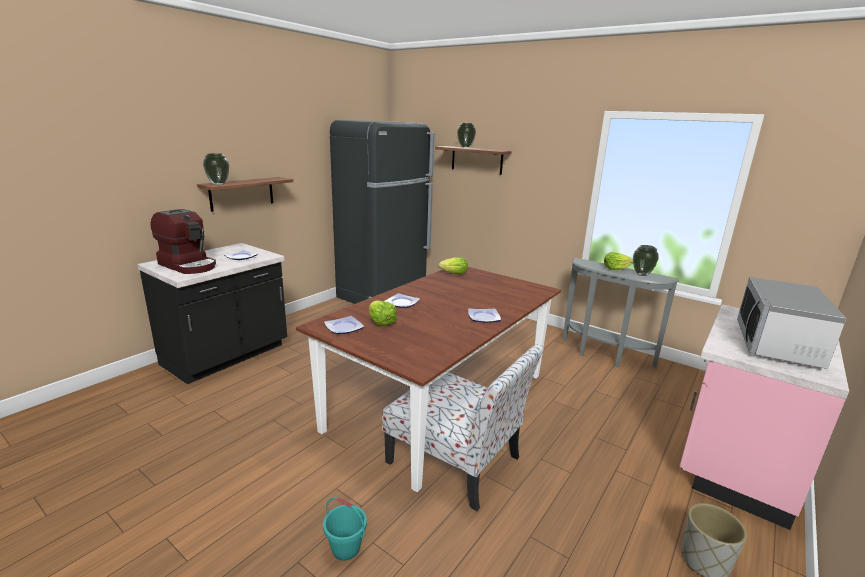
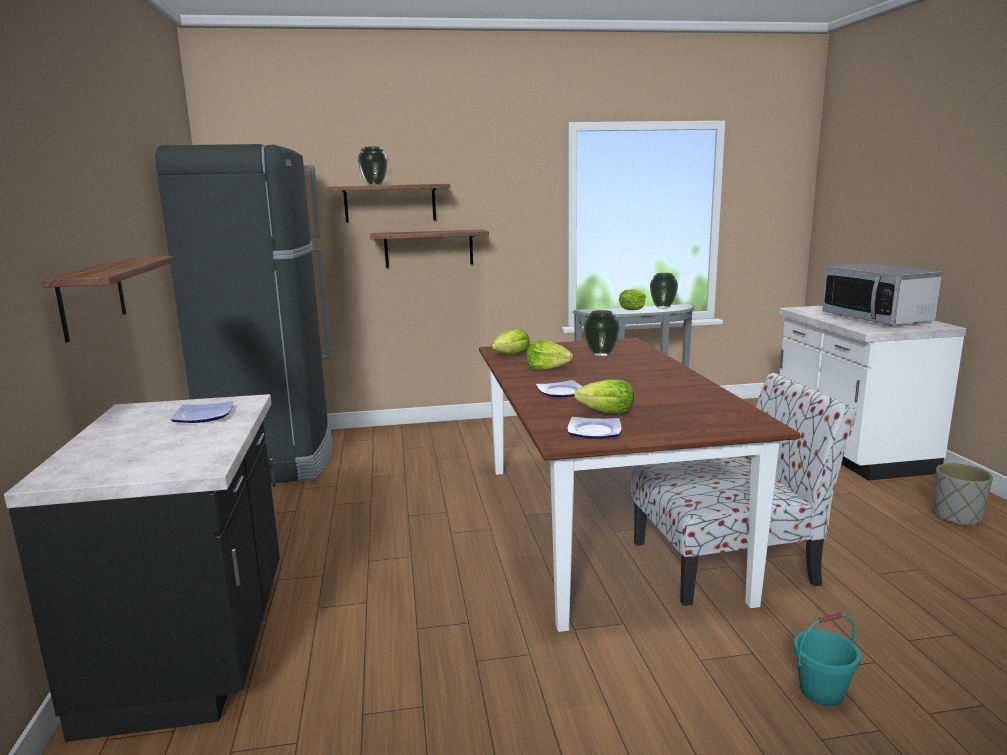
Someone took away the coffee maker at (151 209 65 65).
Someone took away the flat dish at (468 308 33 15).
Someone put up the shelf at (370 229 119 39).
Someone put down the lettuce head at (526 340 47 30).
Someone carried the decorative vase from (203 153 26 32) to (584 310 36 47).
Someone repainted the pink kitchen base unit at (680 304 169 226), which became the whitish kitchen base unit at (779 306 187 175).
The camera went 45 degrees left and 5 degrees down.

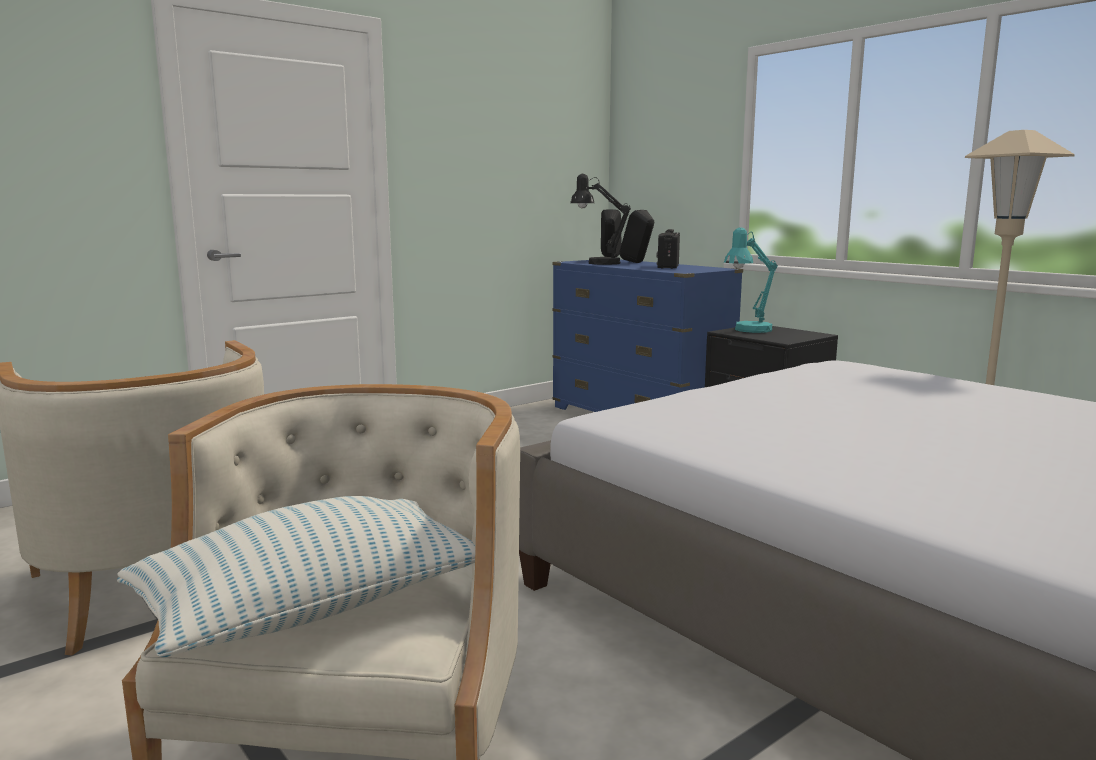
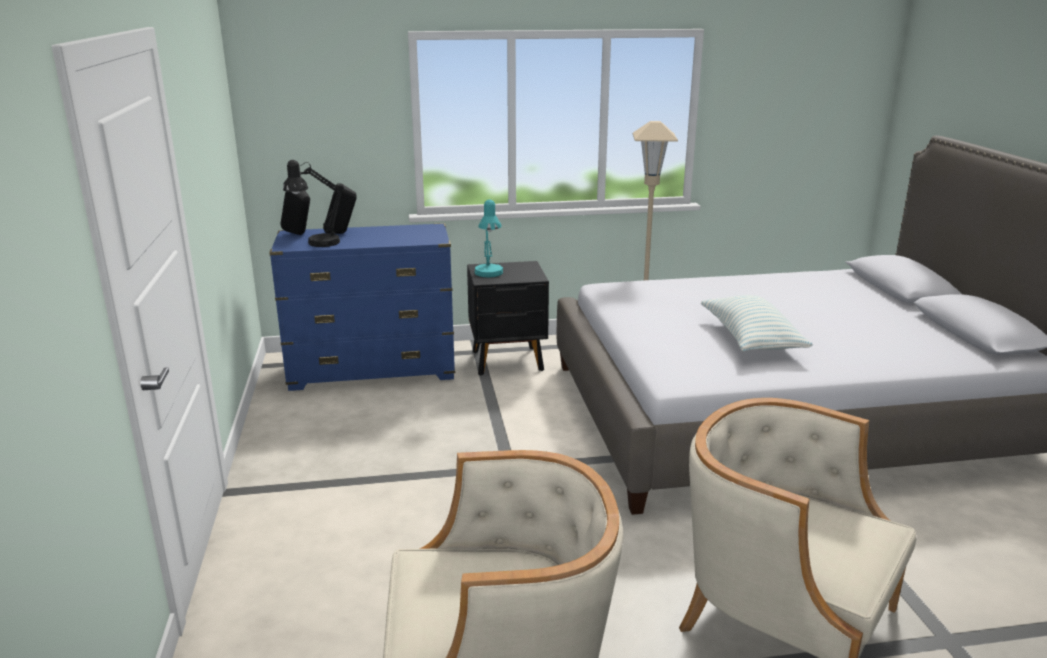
Someone took away the radio at (657 229 23 40).
Someone carried the throw pillow from (117 496 358 161) to (701 295 112 57).
The camera went 60 degrees left and 10 degrees up.

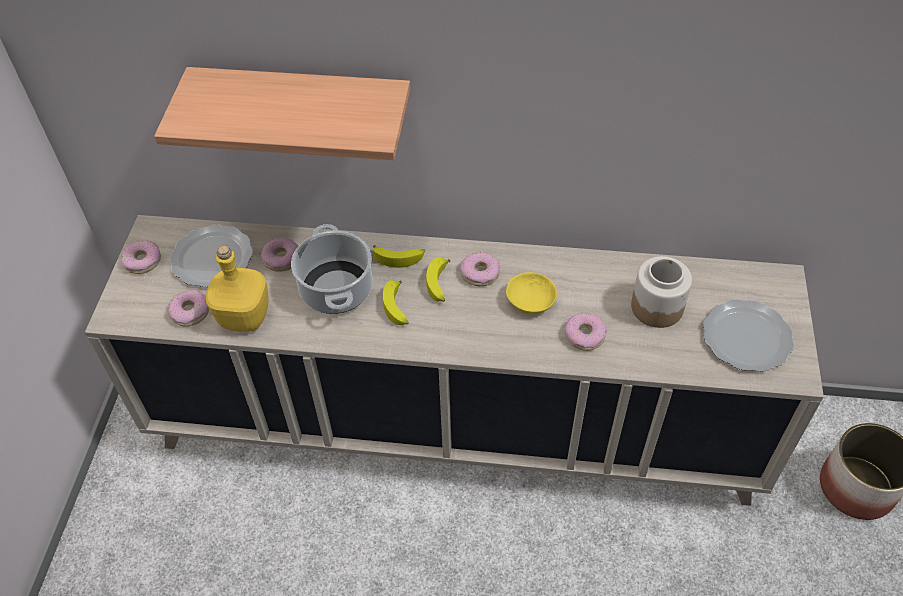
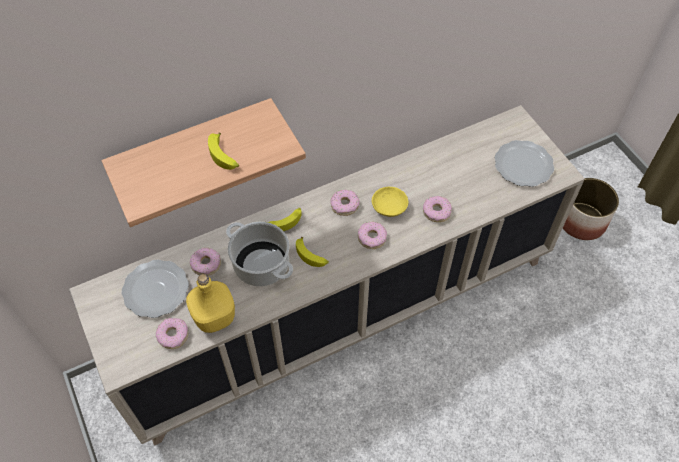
Someone took away the preserve jar at (631 256 61 72).
Someone carried the donut from (121 240 40 34) to (358 221 29 28).
Someone carried the whole banana from (426 257 24 45) to (208 132 31 38).
The camera went 35 degrees left and 5 degrees up.

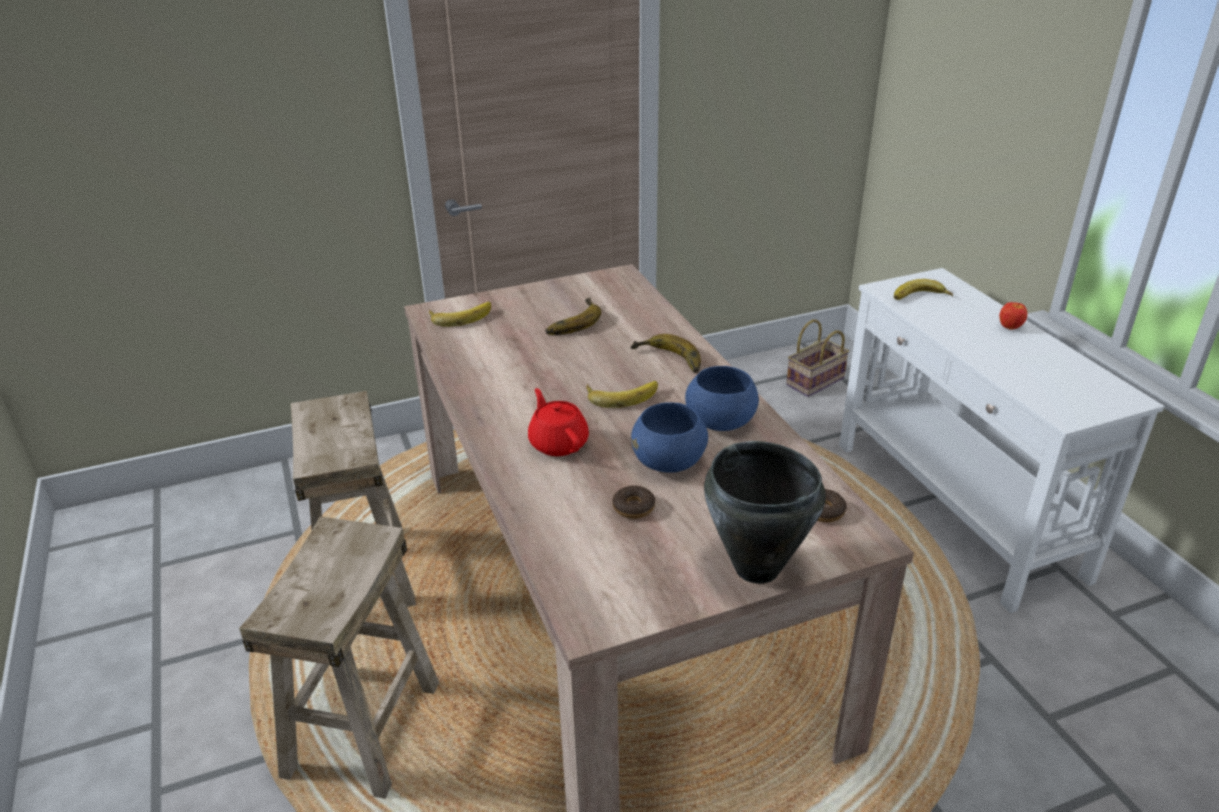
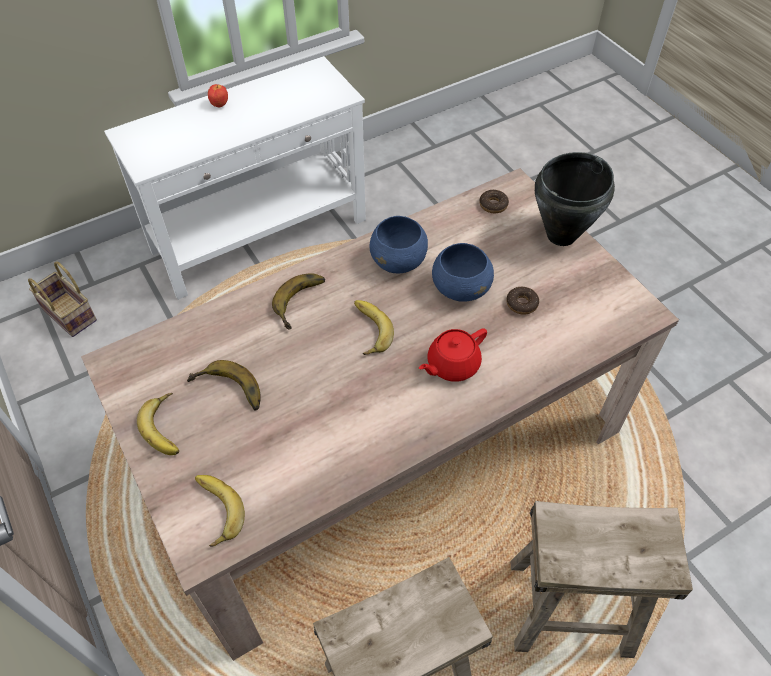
Someone carried the whole banana from (894 279 59 21) to (137 393 42 62).
The camera went 100 degrees left and 20 degrees up.

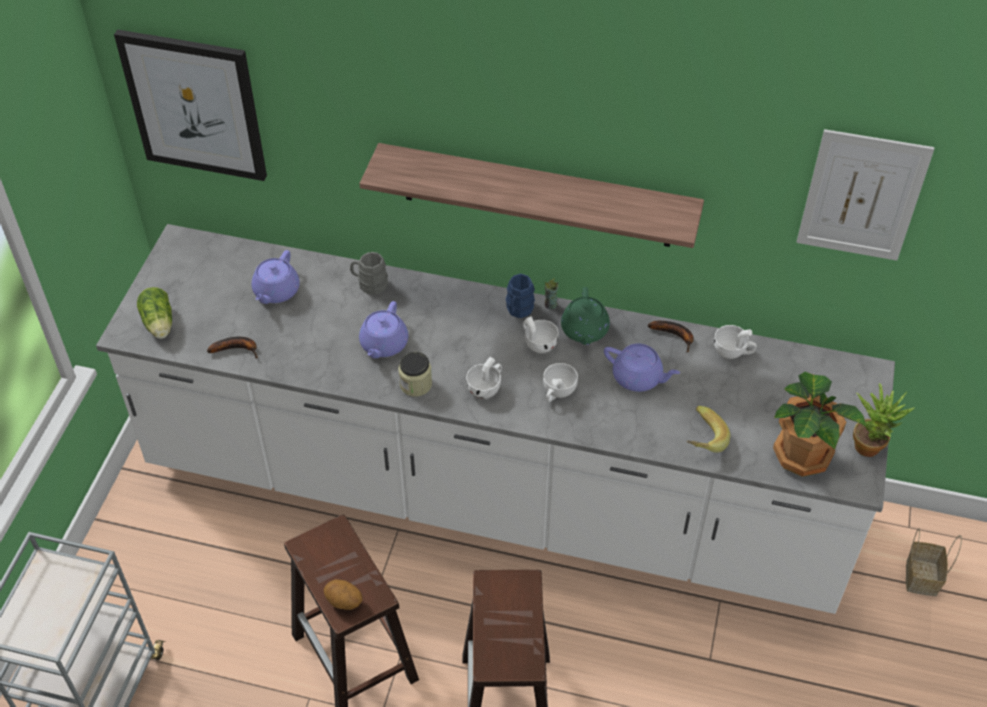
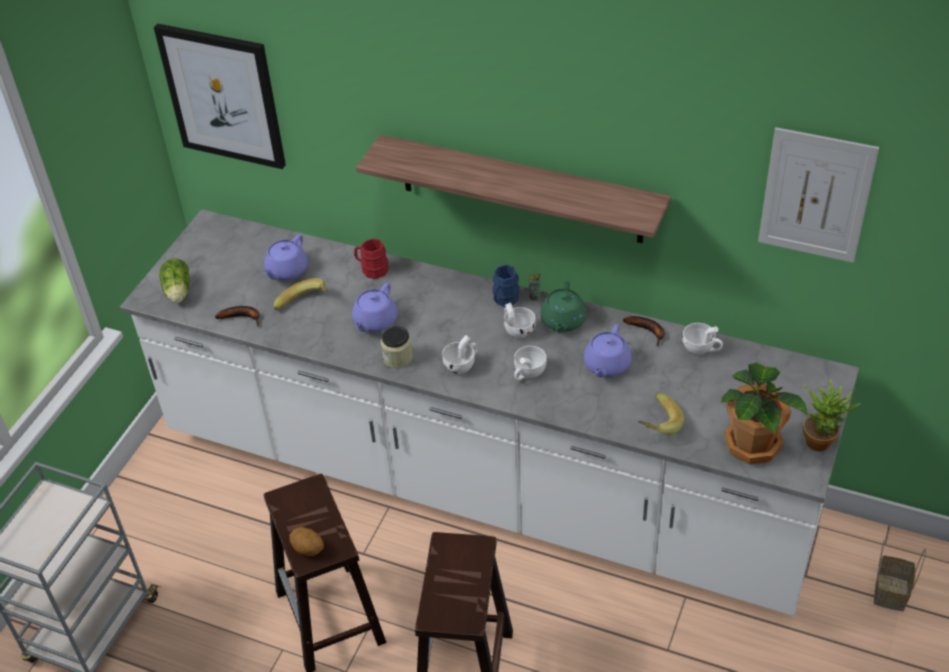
Someone put down the whole banana at (274 278 54 33).
Someone repainted the greyish coffee mug at (350 252 38 43), which became the red coffee mug at (354 238 35 41).
Someone rotated the purple-coloured pot for tea at (604 343 76 49) by 75 degrees clockwise.
The camera went 10 degrees right and 5 degrees down.

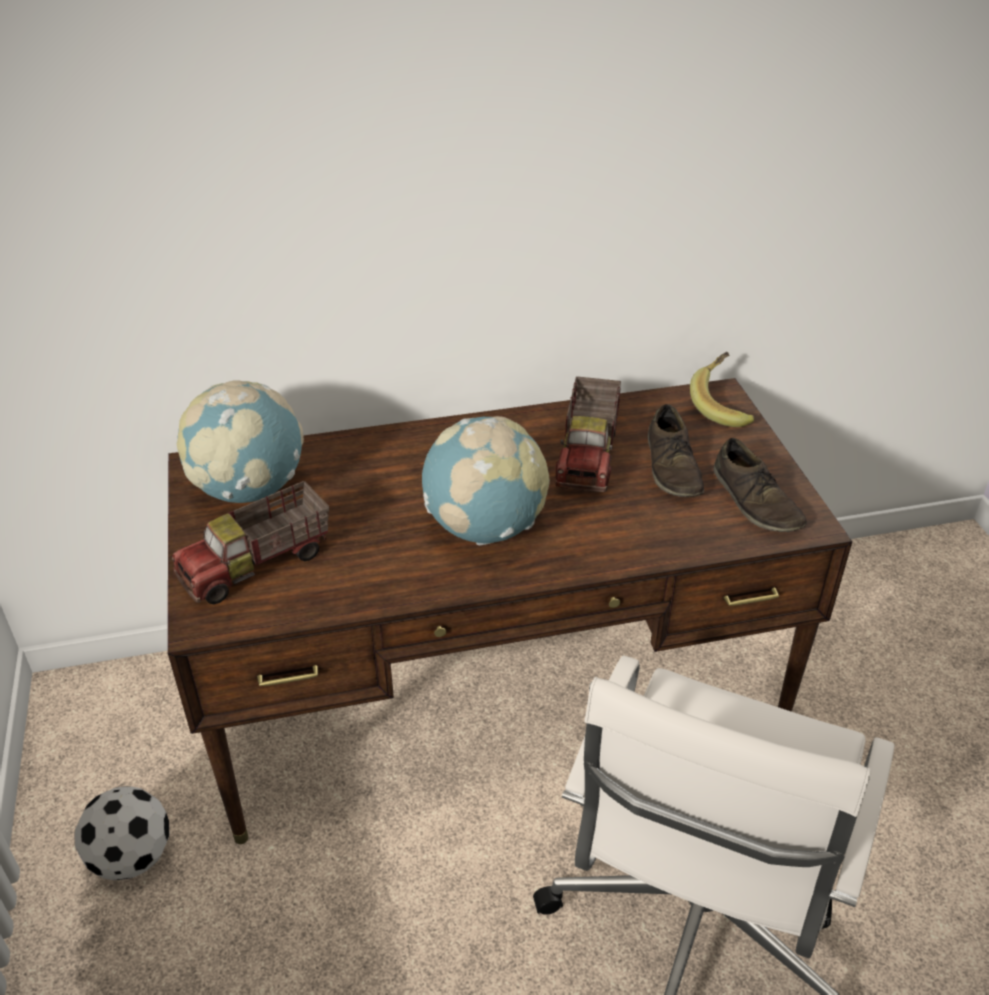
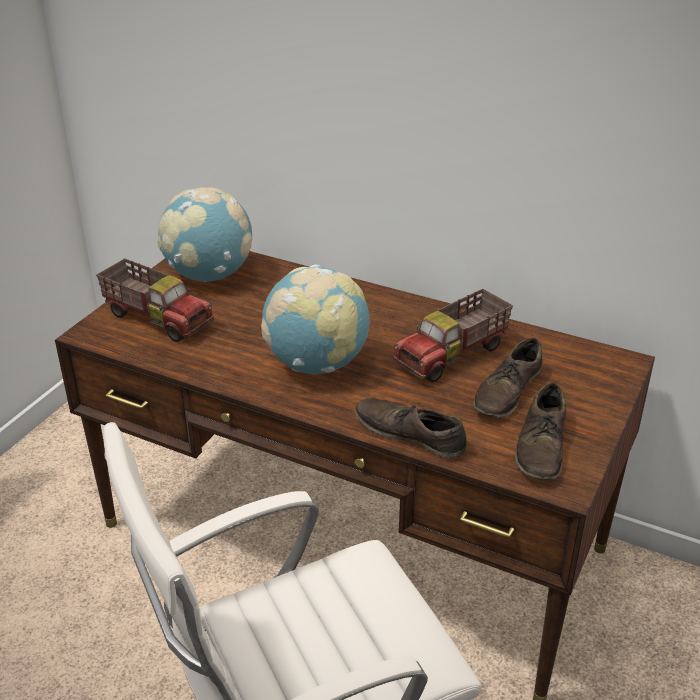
Someone took away the football ball at (75 786 95 94).
Someone took away the whole banana at (690 352 65 75).
Someone put down the brown-coloured low shoe at (355 398 112 61).
Someone rotated the toy truck at (171 481 158 124) by 150 degrees counterclockwise.
The camera went 40 degrees right and 5 degrees down.

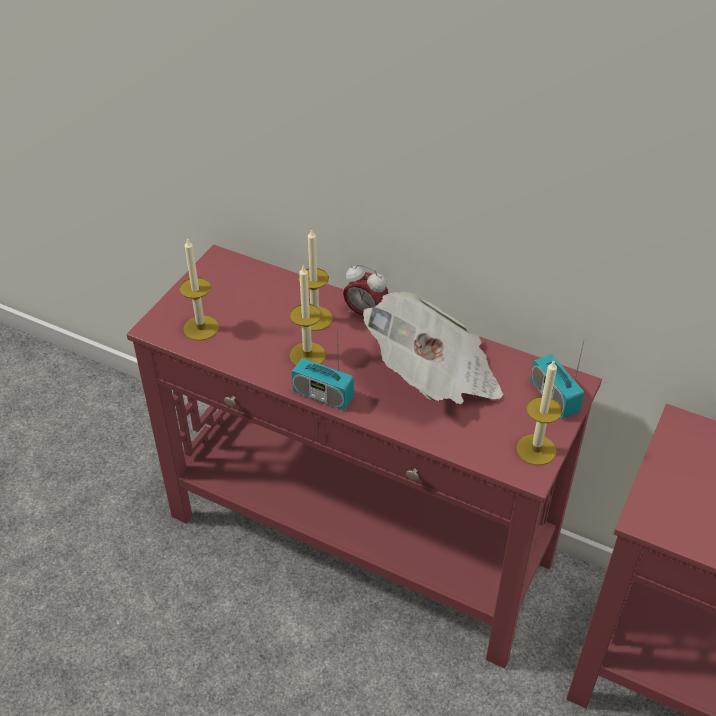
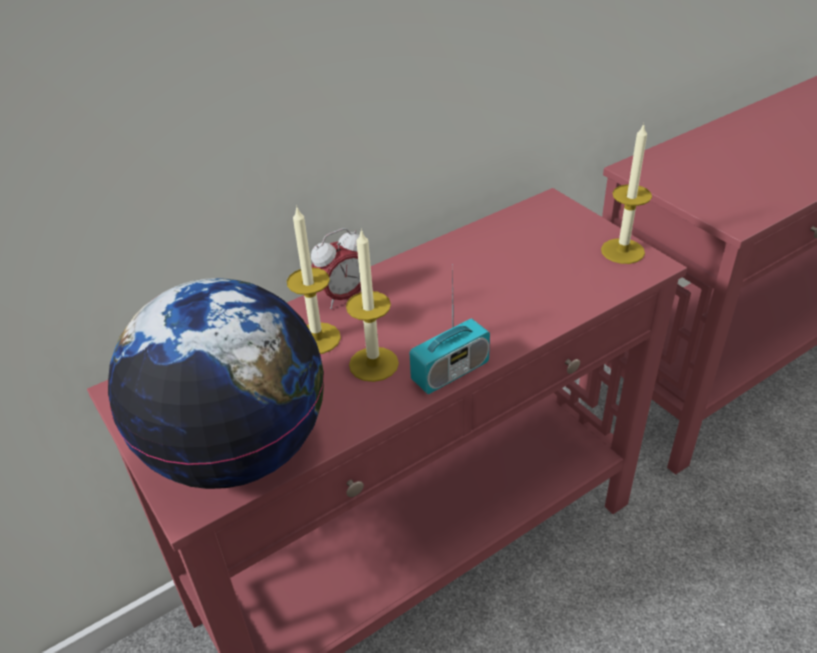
Someone took away the daily paper at (363 292 140 112).
Someone took away the radio at (531 338 54 81).
Someone swapped the wax light at (179 238 40 103) for the world globe at (108 278 216 211).
The camera went 60 degrees left and 5 degrees down.

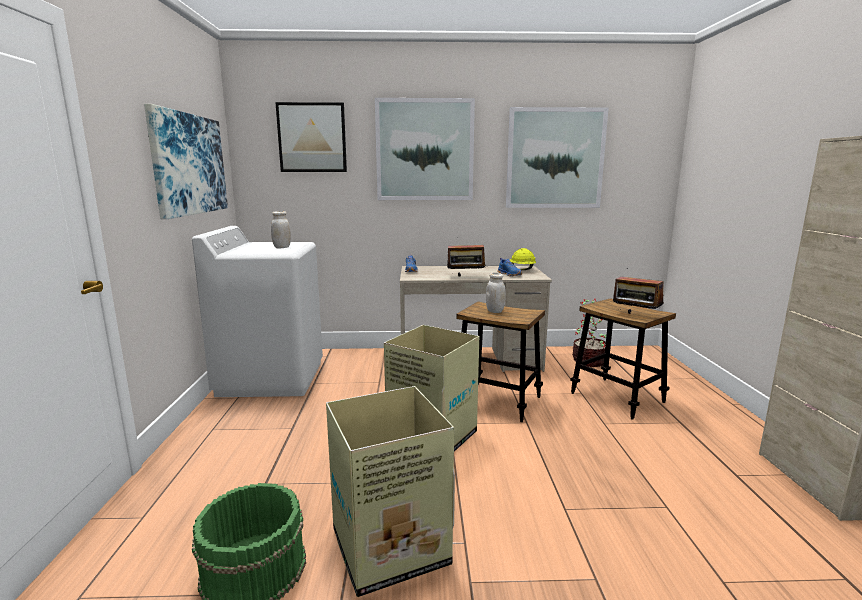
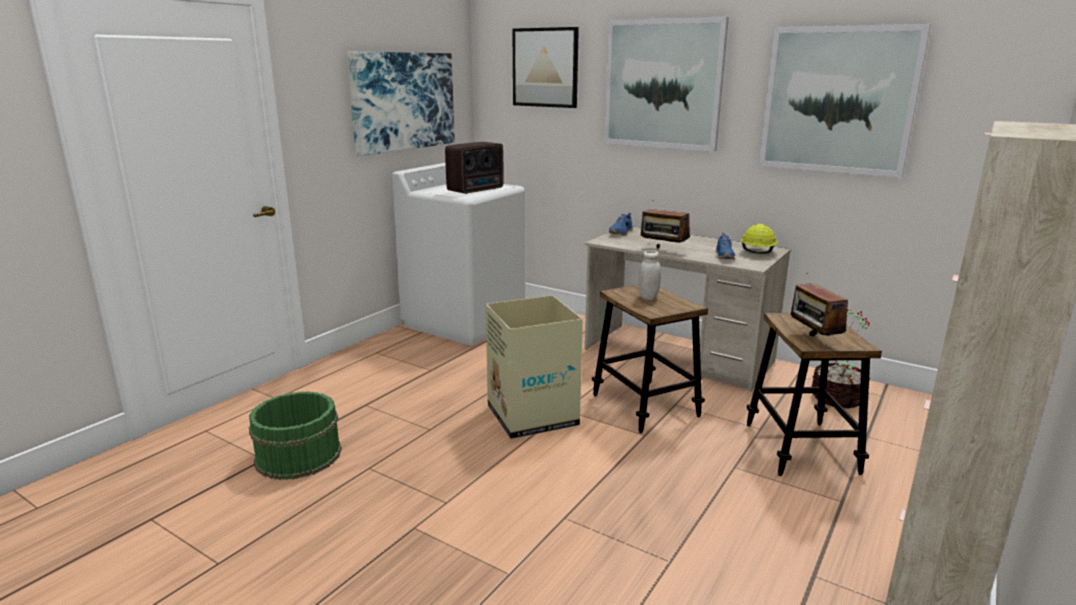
Someone took away the carton at (326 386 129 211).
Someone swapped the whitish preserve jar at (271 211 20 38) for the radio at (445 142 59 52).
The camera went 35 degrees right and 5 degrees up.

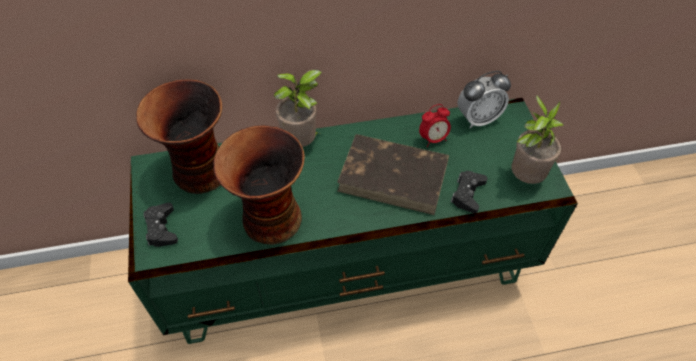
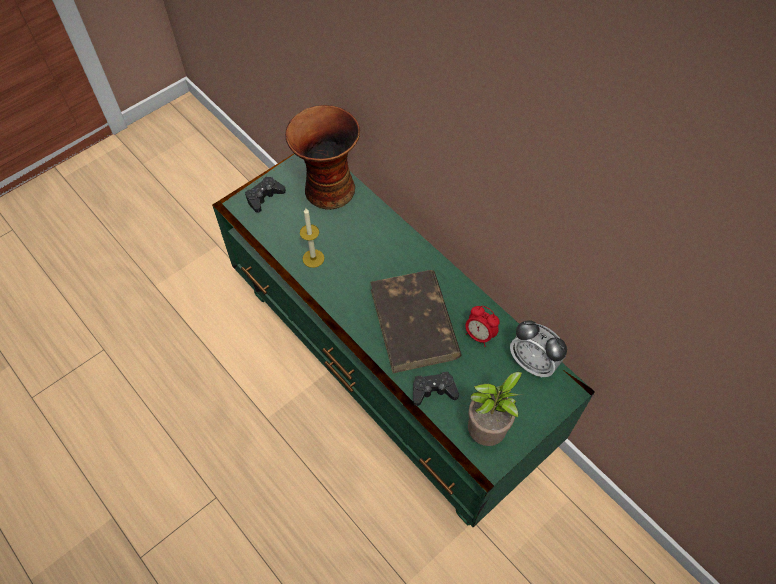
Someone took away the potted plant at (273 70 49 77).
Someone swapped the decorative vase at (213 125 92 120) for the wax light at (300 208 25 60).
The camera went 60 degrees right and 5 degrees up.

